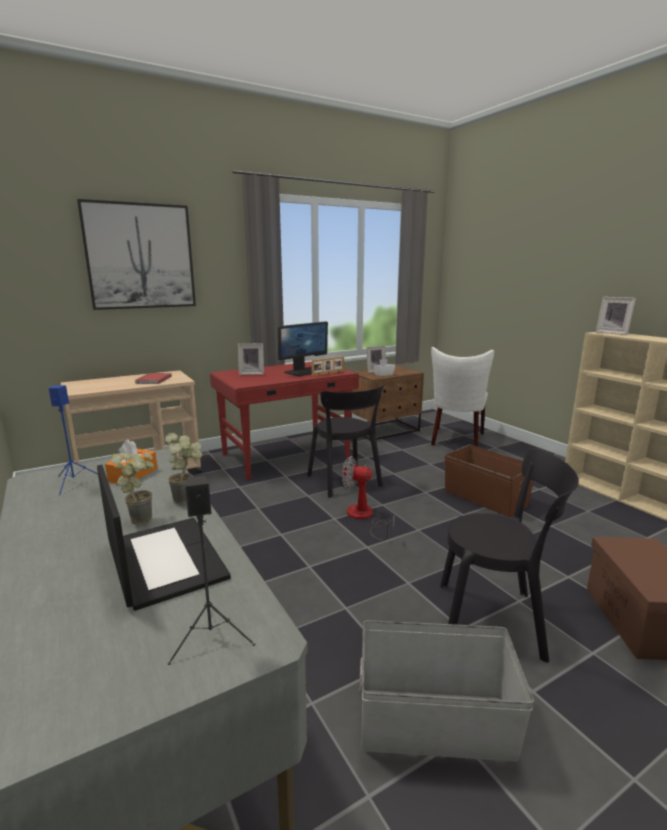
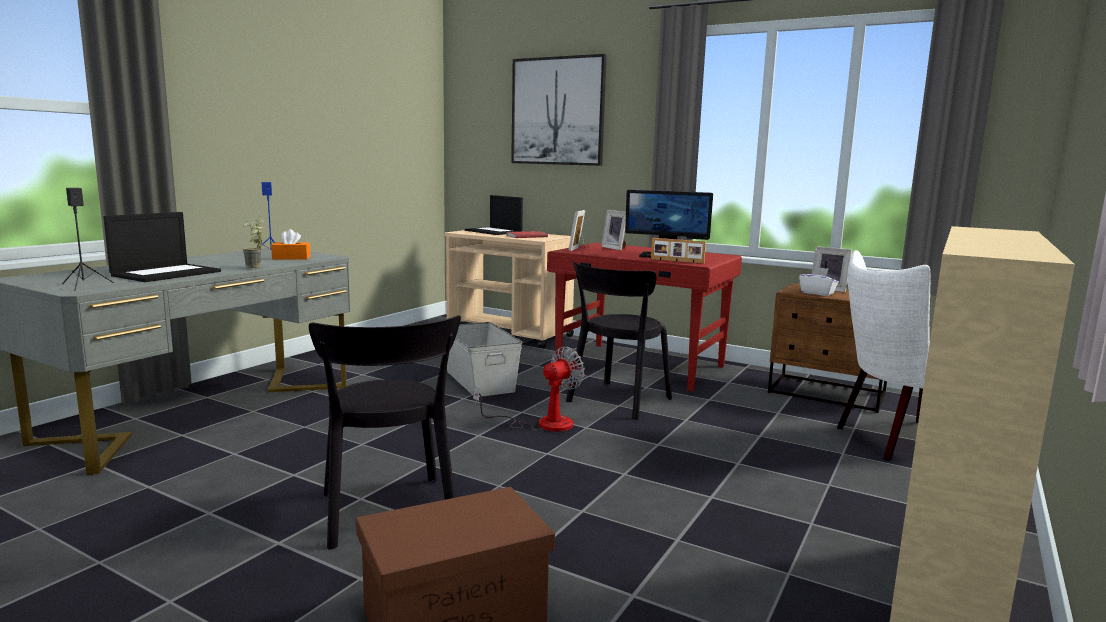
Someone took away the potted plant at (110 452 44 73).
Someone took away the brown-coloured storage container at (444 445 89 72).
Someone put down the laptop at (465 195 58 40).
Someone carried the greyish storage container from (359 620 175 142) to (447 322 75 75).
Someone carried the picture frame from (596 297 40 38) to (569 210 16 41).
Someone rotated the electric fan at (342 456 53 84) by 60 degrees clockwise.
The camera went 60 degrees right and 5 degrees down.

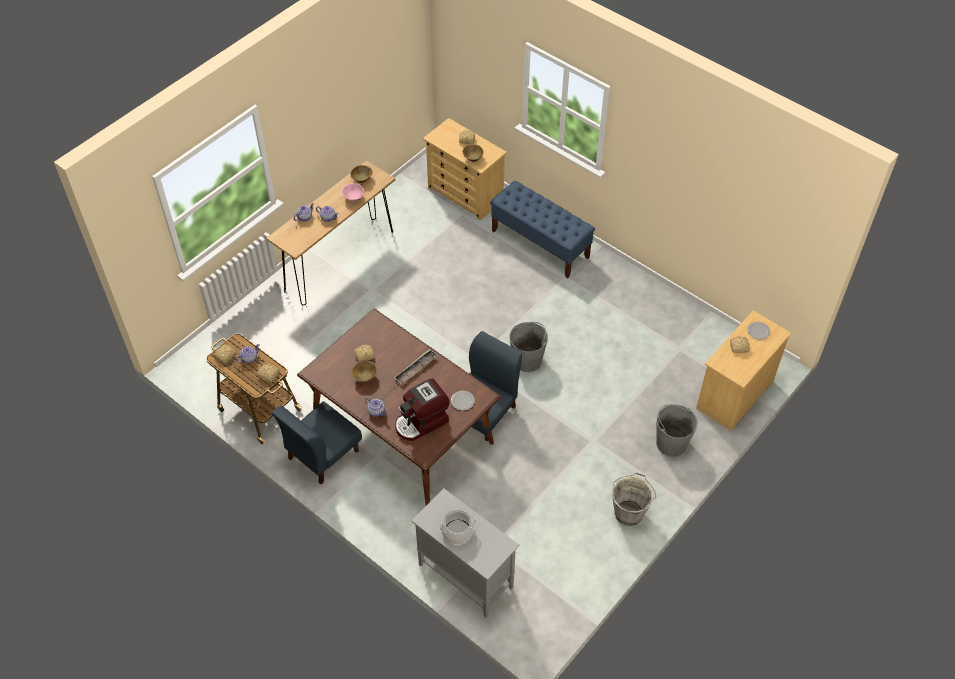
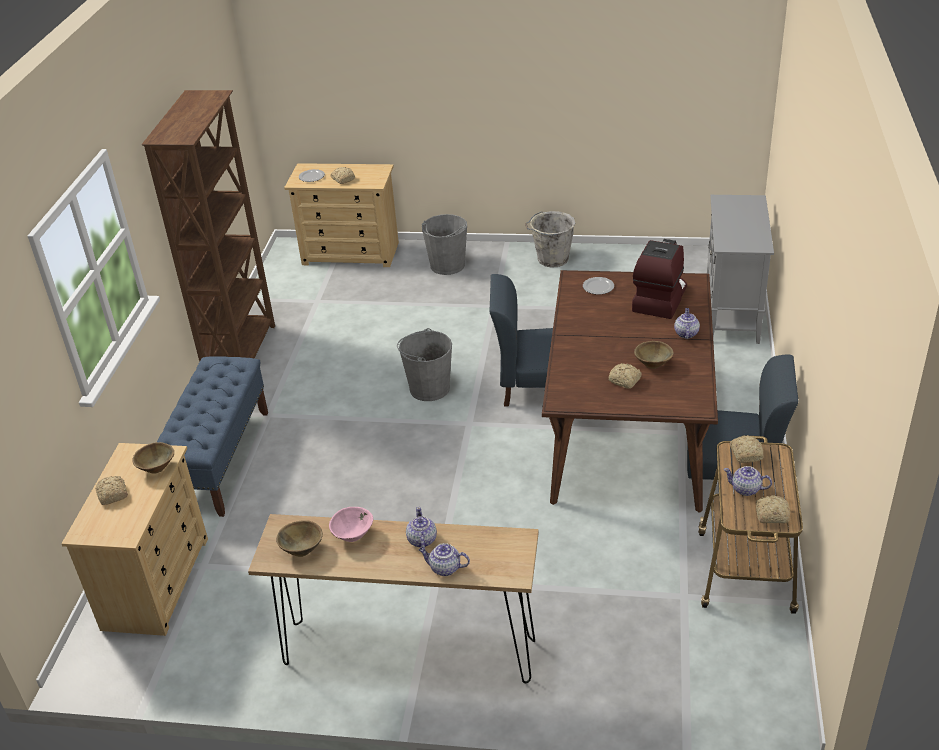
Someone took away the carrying tray at (394 349 44 36).
Someone took away the stockpot at (439 510 37 34).
Someone put down the brown-coloured shelving unit at (142 90 133 272).
Someone rotated the coffee maker at (395 378 55 63) by 90 degrees counterclockwise.
The camera went 120 degrees left and 15 degrees down.

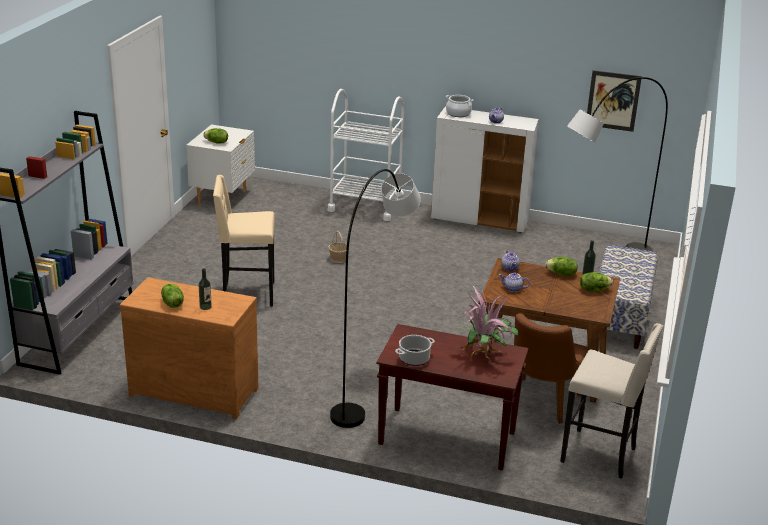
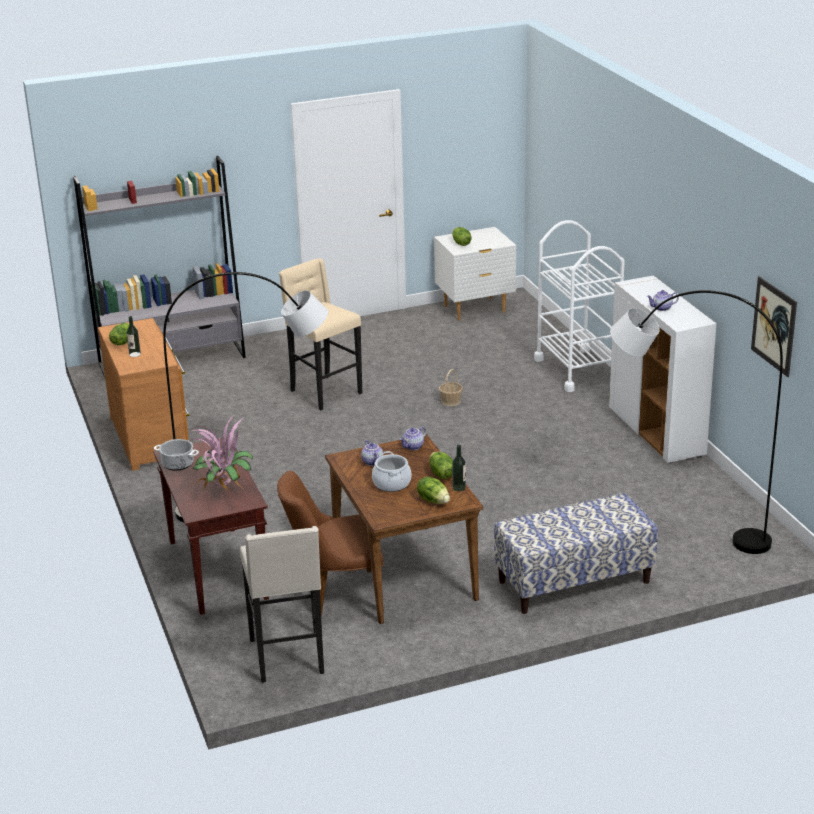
Someone carried the stockpot from (446 95 27 22) to (372 451 39 41).
The camera went 55 degrees right and 0 degrees up.

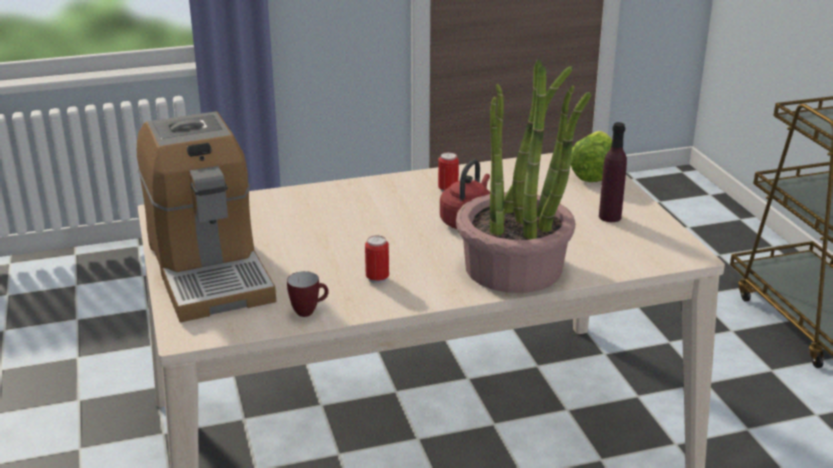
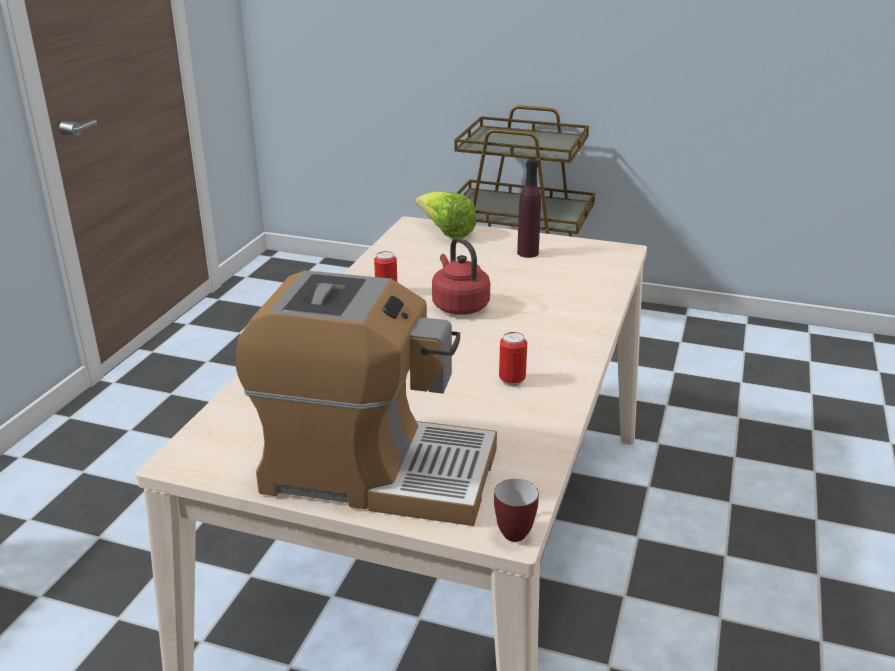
Someone took away the potted plant at (456 59 135 234).
Someone carried the coffee mug from (287 271 42 46) to (494 479 45 63).
The camera went 55 degrees left and 0 degrees up.

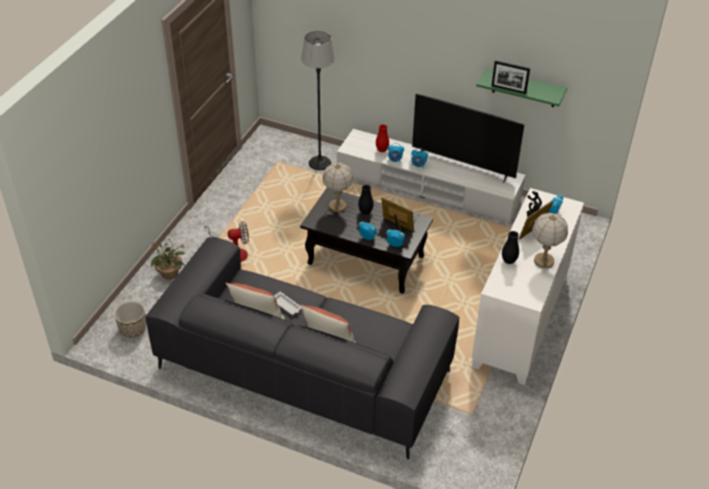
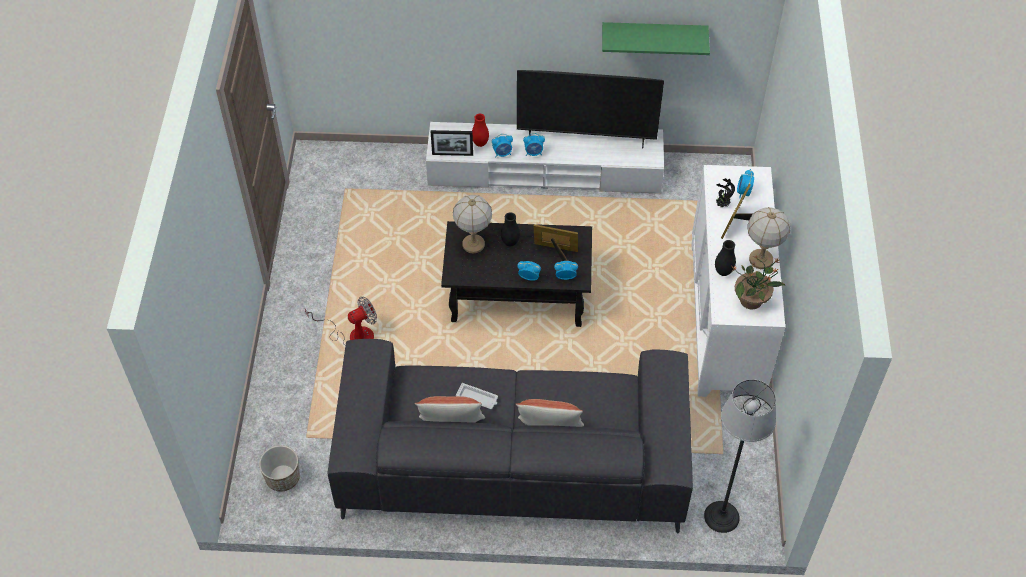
Someone carried the potted plant from (151 238 34 42) to (731 255 55 54).
Someone carried the standing lamp from (301 31 34 139) to (704 379 72 154).
Someone carried the picture frame from (492 61 38 33) to (431 130 42 26).
The camera went 20 degrees left and 10 degrees up.

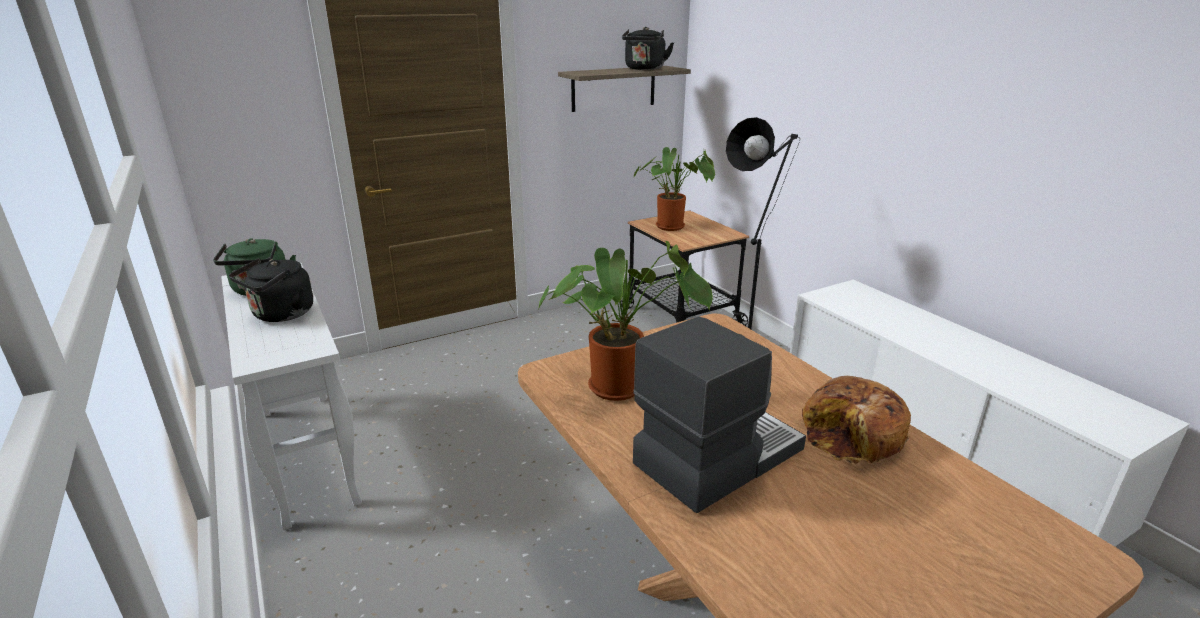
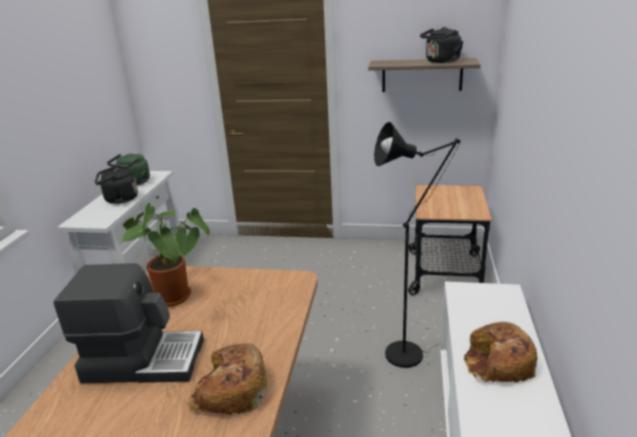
Someone took away the potted plant at (634 147 81 84).
Someone put down the bakery bread at (464 322 73 61).
The camera went 40 degrees right and 0 degrees up.

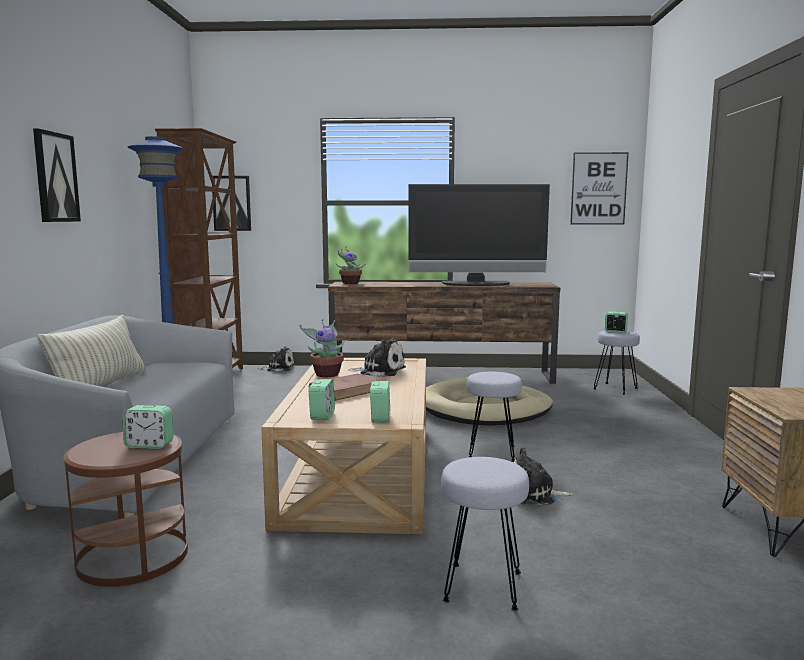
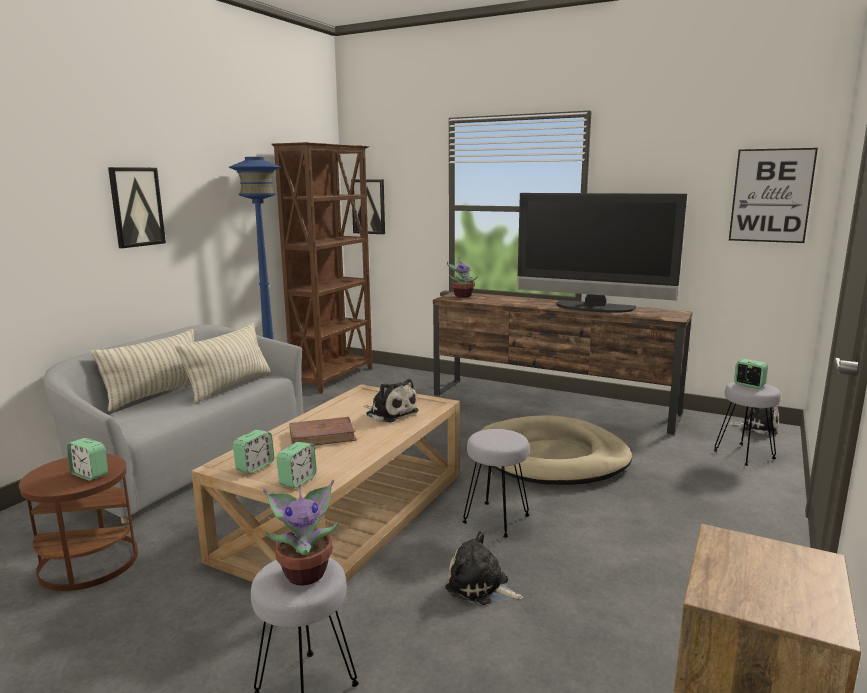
Someone put down the throw pillow at (175 323 97 81).
Someone carried the plush toy from (258 347 37 25) to (728 406 51 29).
Someone carried the potted plant from (300 319 44 58) to (263 480 76 106).
The camera went 25 degrees right and 5 degrees up.

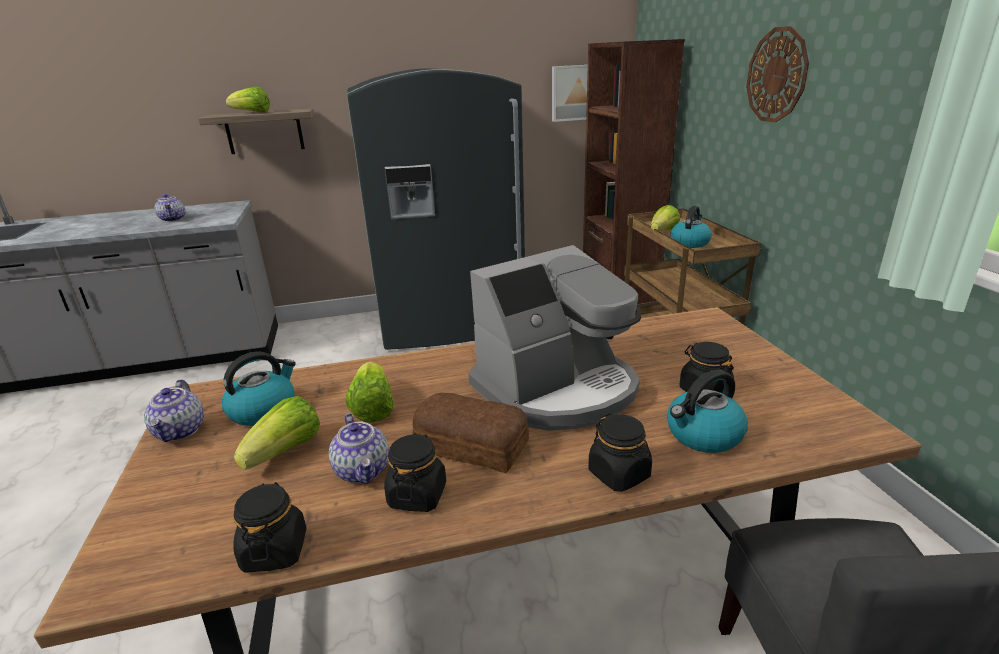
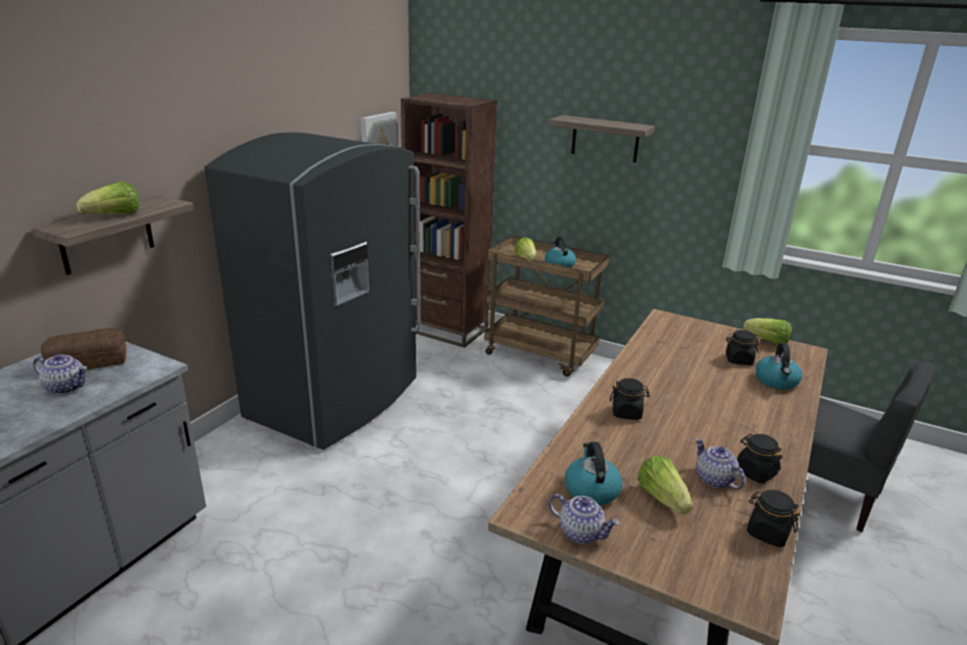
Someone took away the coffee maker at (468 245 173 186).
Someone carried the lettuce head from (346 361 48 62) to (743 318 49 27).
Someone carried the bakery bread from (412 393 117 80) to (41 328 85 42).
Someone carried the black preserve jar from (588 413 64 79) to (610 378 40 42).
Someone swapped the clock on the wall at (746 26 63 97) for the shelf at (548 115 107 48).
Someone rotated the pot for tea at (329 413 60 71) by 135 degrees counterclockwise.
The camera went 50 degrees left and 0 degrees up.

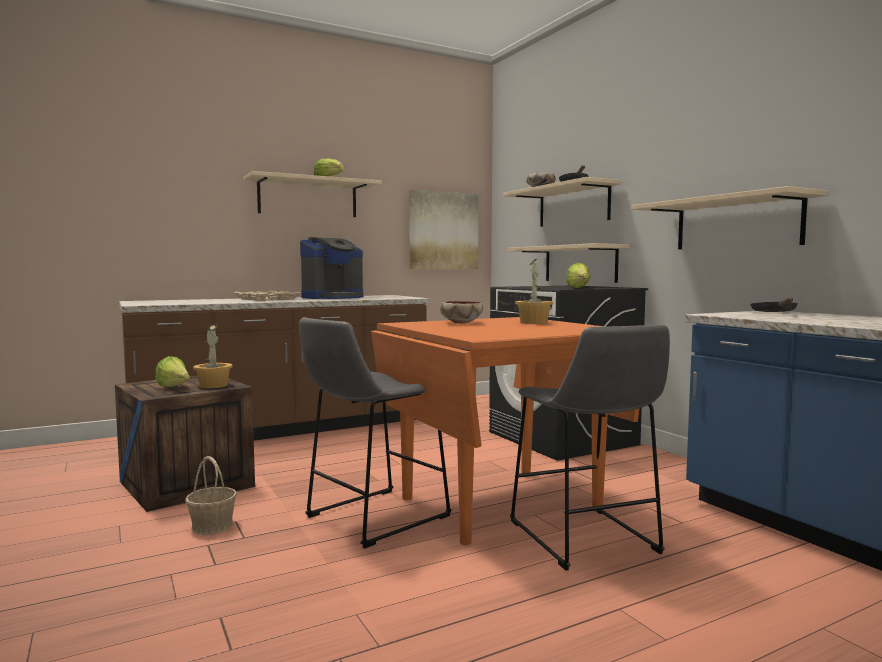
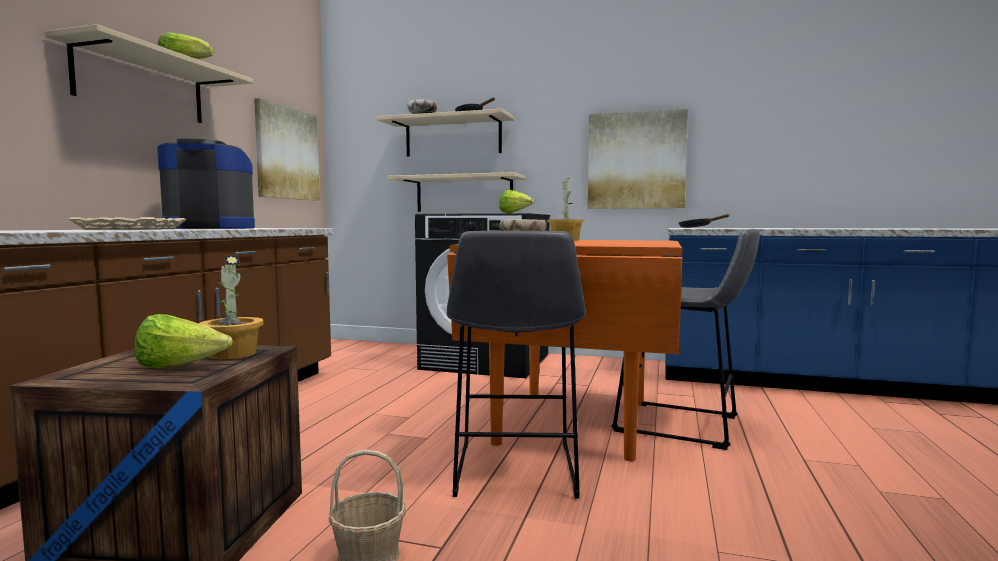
Someone swapped the beige shelf at (631 186 197 63) for the wall picture at (588 109 100 100).
Someone rotated the coffee maker at (300 237 63 62) by 105 degrees counterclockwise.
The camera went 45 degrees left and 0 degrees up.

